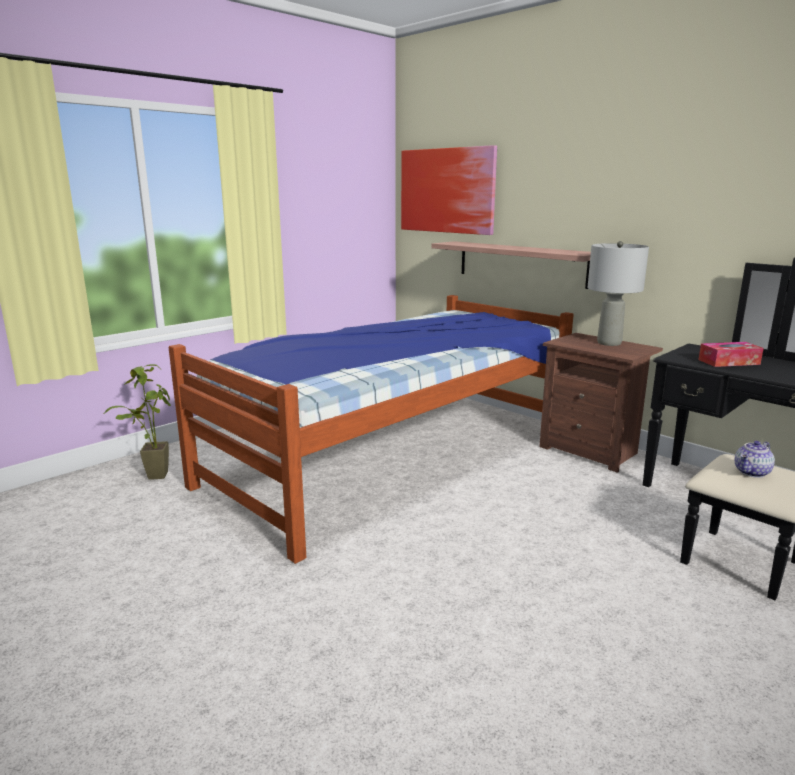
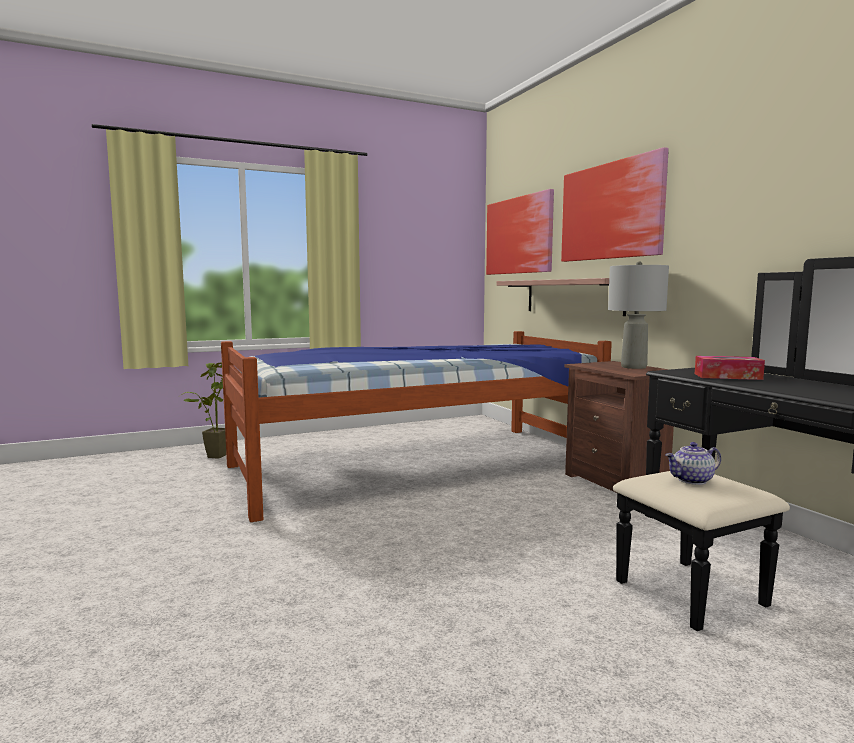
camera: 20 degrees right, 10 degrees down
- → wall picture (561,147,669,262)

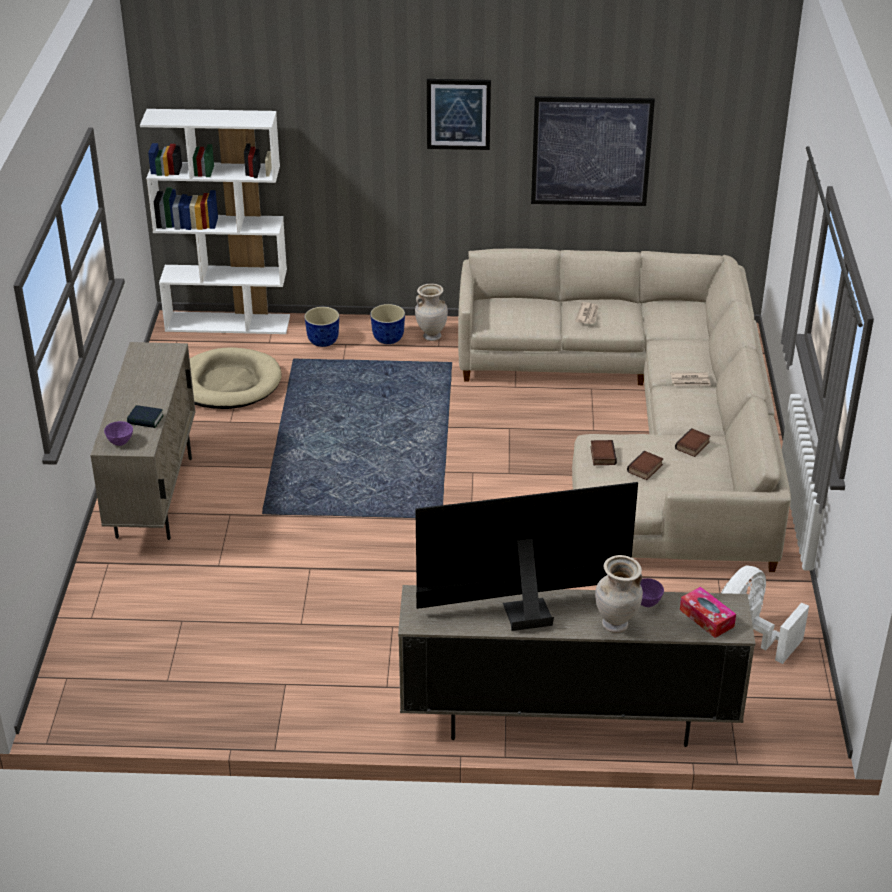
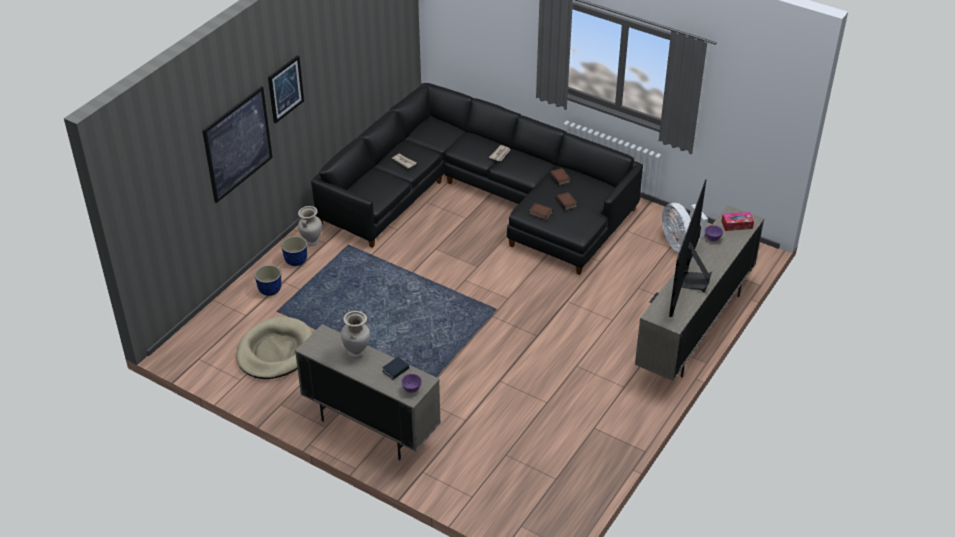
camera: 60 degrees left, 5 degrees up
wall picture (531,96,655,206) → wall picture (202,86,273,203), moved
white bookshelf (140,109,290,334) → -
sand-coloured settee (458,248,791,572) → black-coloured settee (311,83,643,275)
sand-coloured decorative vase (595,555,643,633) → sand-coloured decorative vase (341,311,370,358), moved

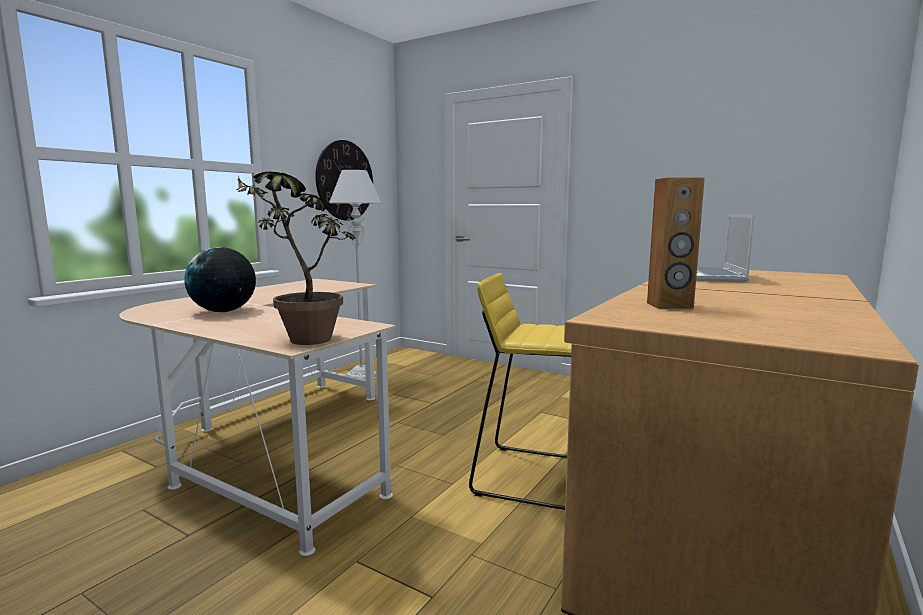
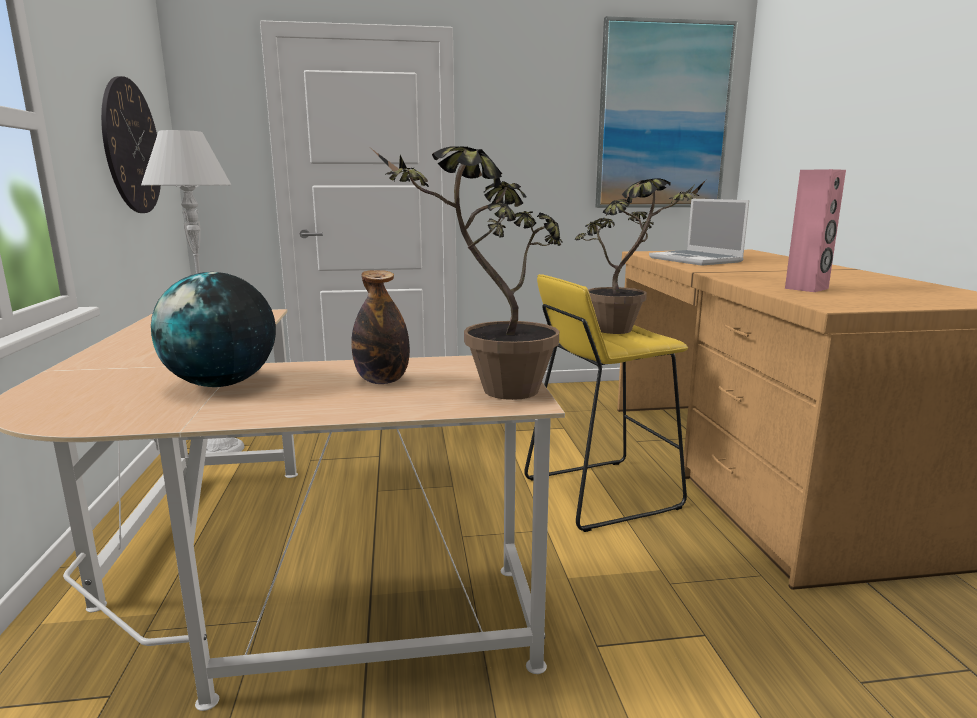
camera: 40 degrees left, 5 degrees up
brown-coloured speaker (647,178,705,309) → pink speaker (785,169,846,292)
- → wall picture (596,16,738,208)
- → houseplant (575,178,706,334)
- → bottle (351,270,410,384)

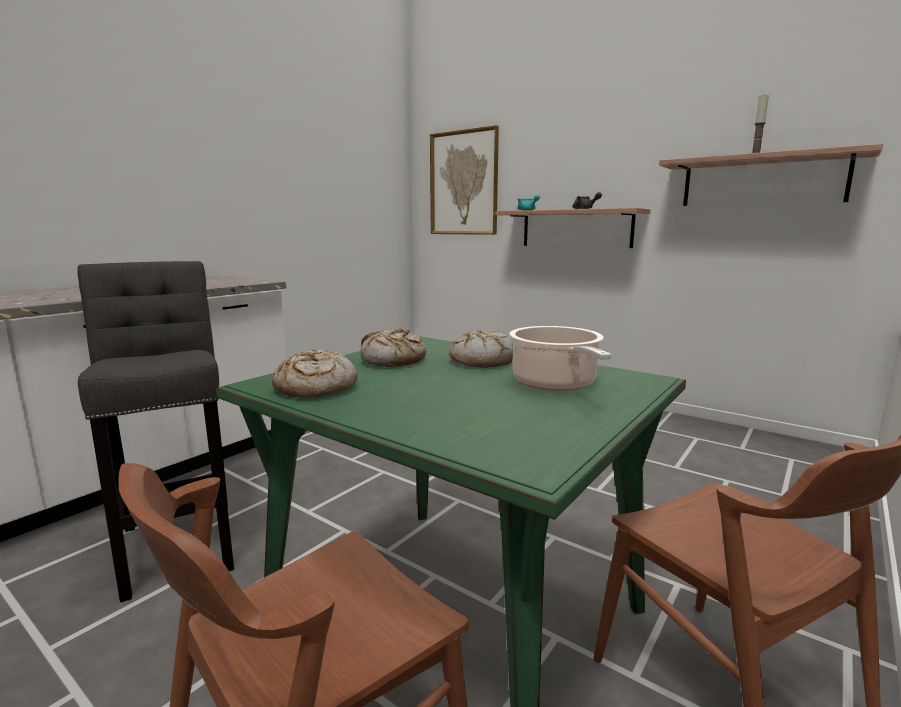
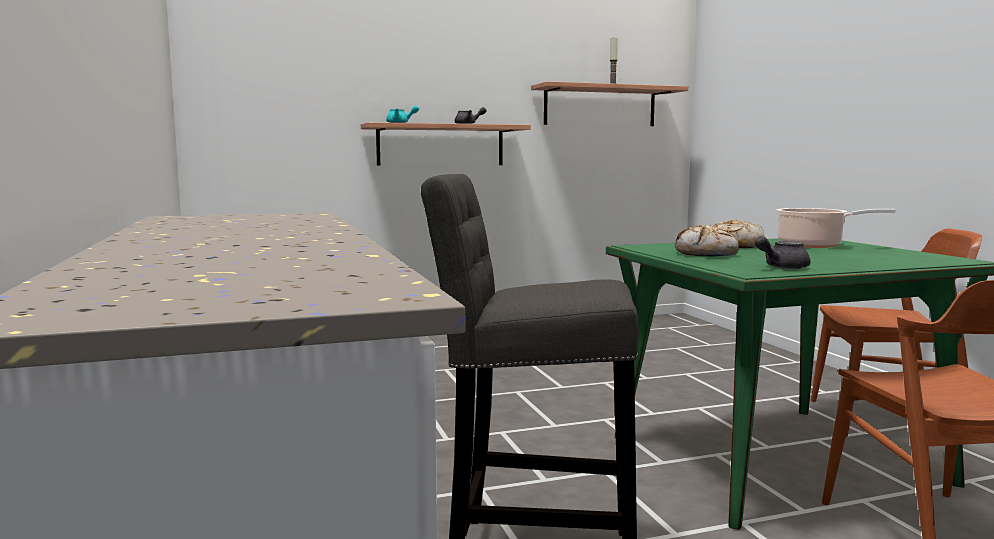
camera: 55 degrees left, 5 degrees down
wall picture (430,125,499,235) → -
bread (272,349,358,398) → gray tea pot (755,236,811,269)

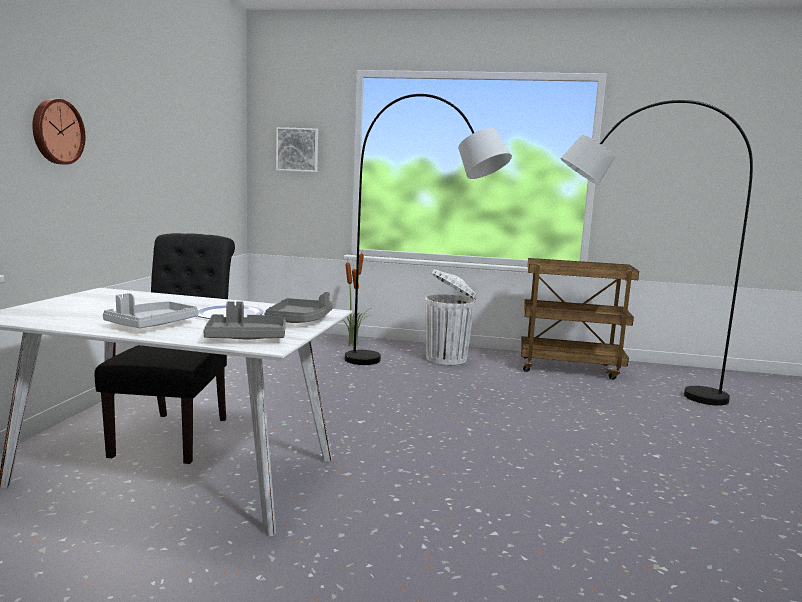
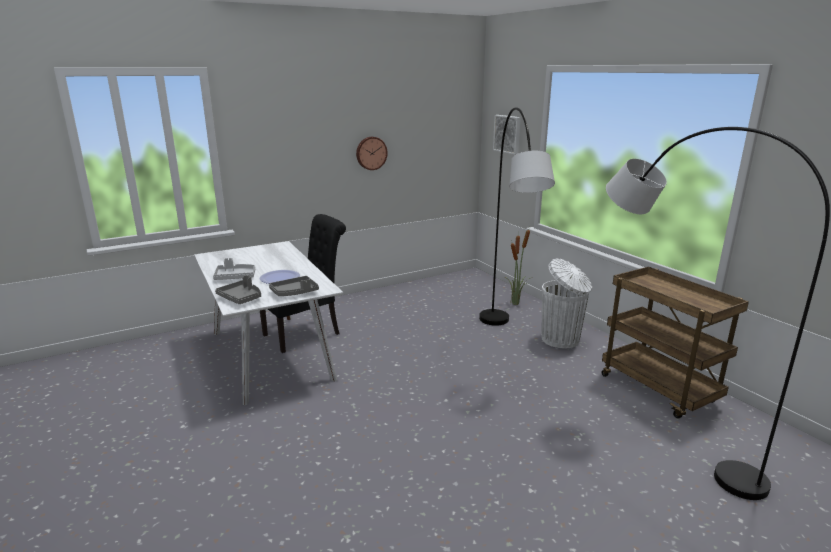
camera: 50 degrees right, 10 degrees up
clock on the wall (32,99,85,165) → clock on the wall (356,137,388,170), moved

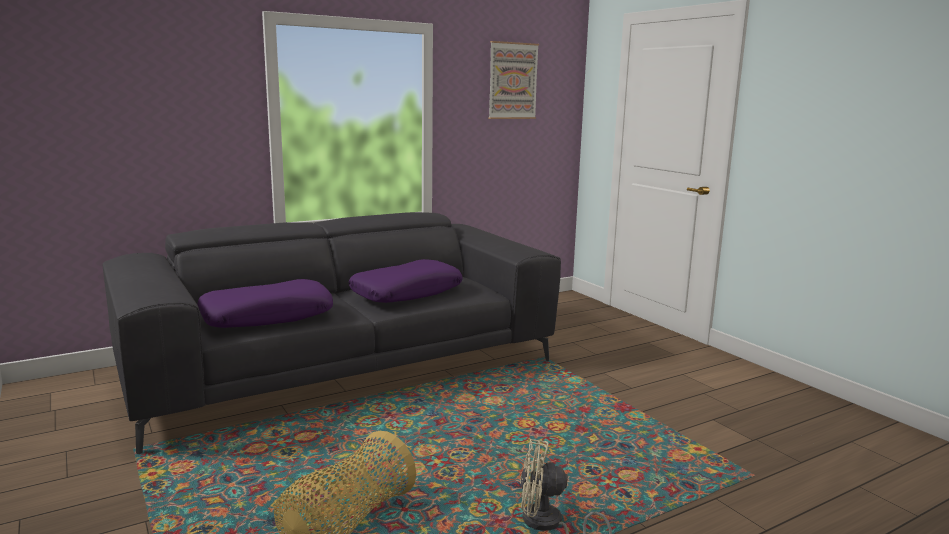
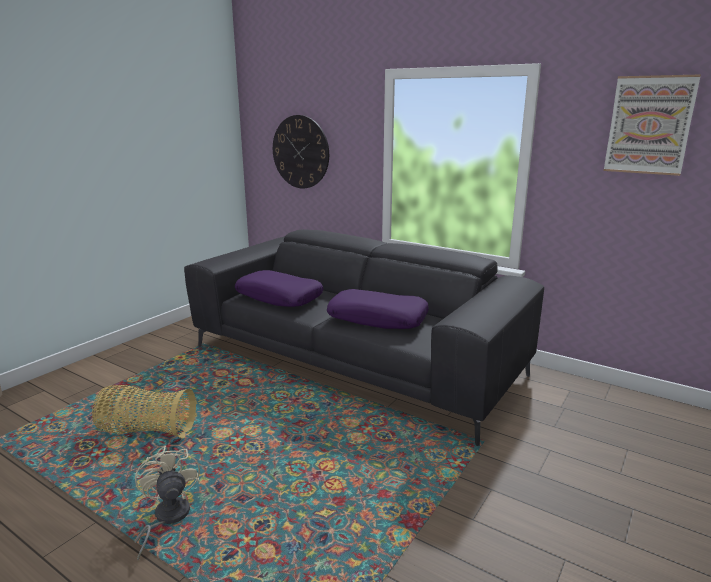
camera: 65 degrees right, 5 degrees up
- → clock on the wall (273,115,329,189)

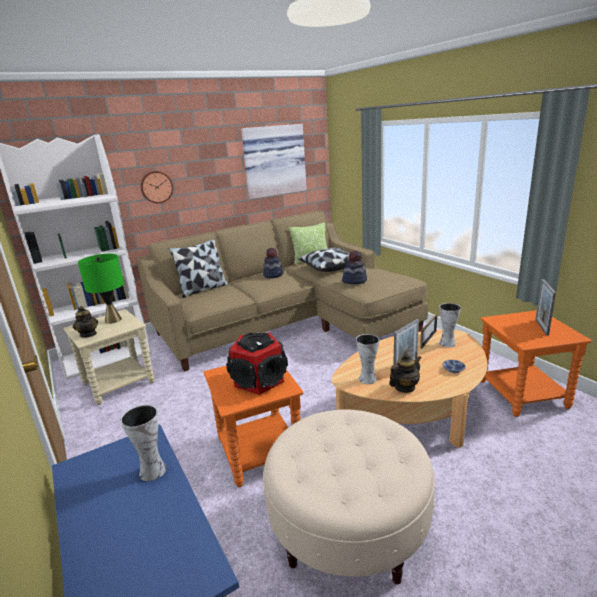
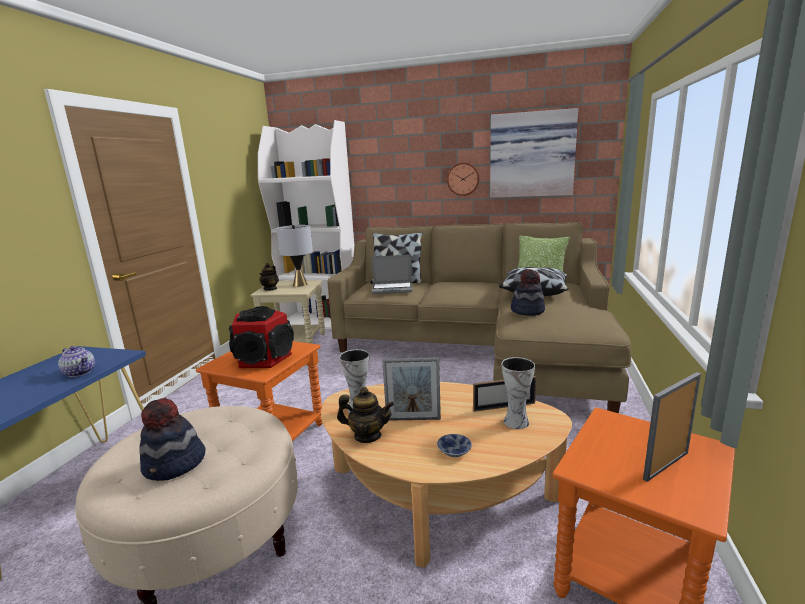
camera: 45 degrees right, 5 degrees down
clock on the wall (140,171,173,203) → clock on the wall (447,163,479,196), moved
hat (263,247,283,278) → hat (139,398,205,481), moved
green-coloured tabletop lamp (78,254,124,324) → gray tabletop lamp (277,225,313,287)
decorative vase (121,405,166,481) → tea pot (58,346,95,377)
- → portable computer (372,255,412,294)

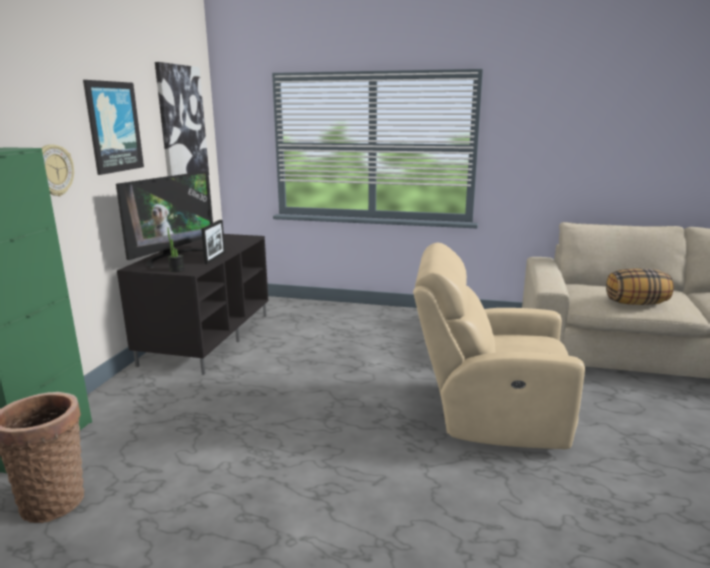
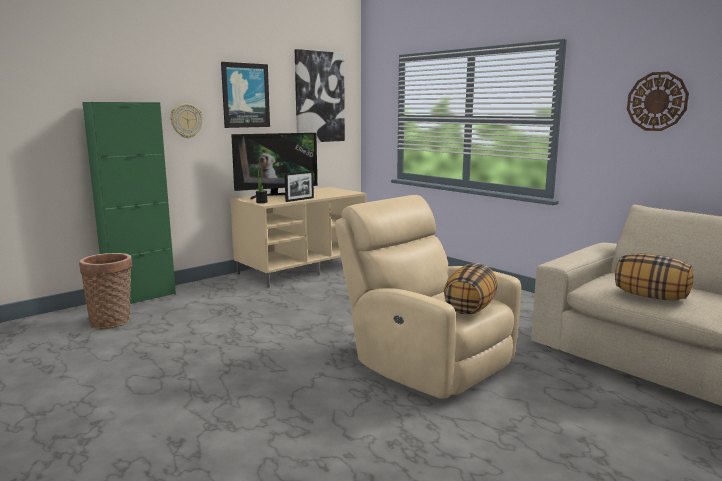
camera: 35 degrees right, 5 degrees down
black-coloured tv stand (117,234,268,375) → sand-coloured tv stand (230,187,366,288)
- → clock on the wall (627,72,689,131)
- → pillow (444,263,498,314)

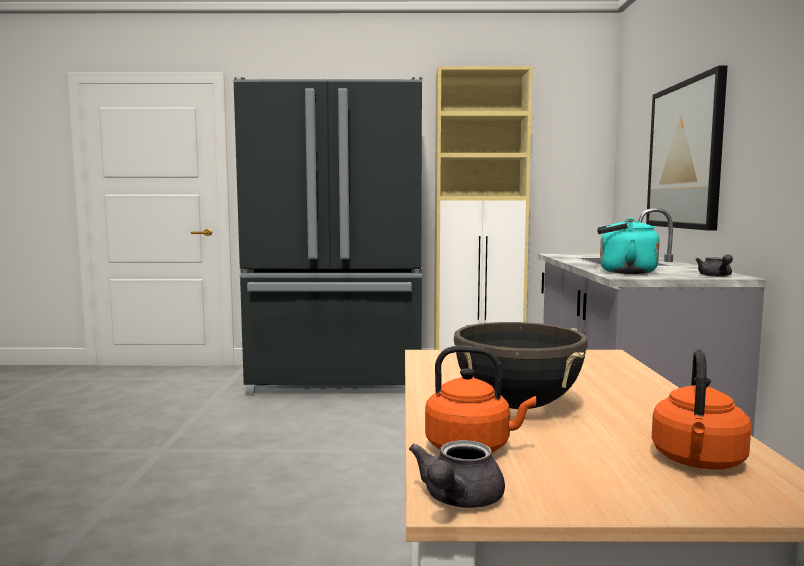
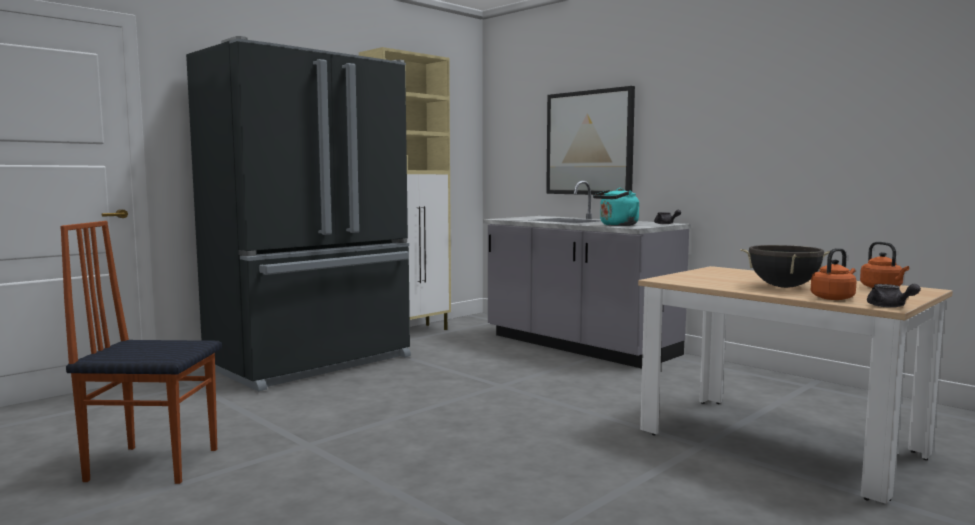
camera: 45 degrees left, 0 degrees up
- → plain chair (60,221,222,484)

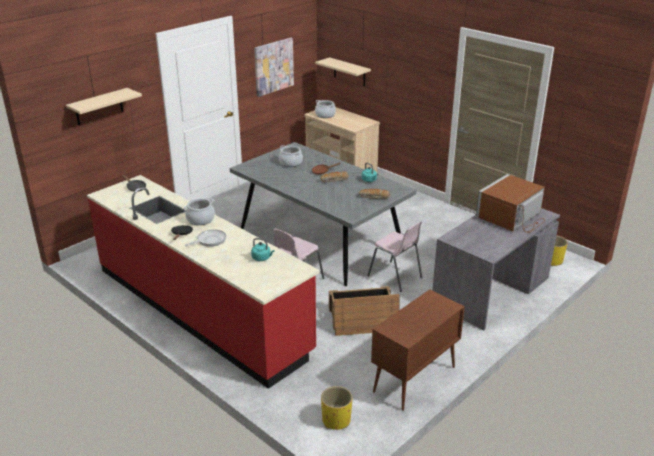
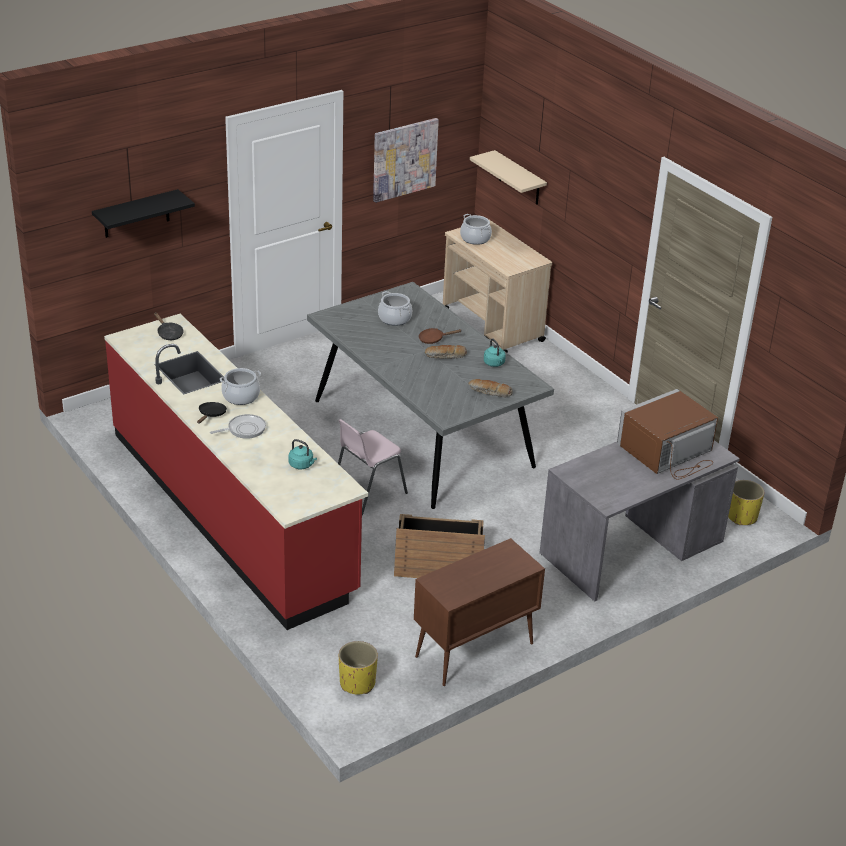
camera: 10 degrees right, 5 degrees up
sand-coloured shelf (66,88,142,125) → black-coloured shelf (92,189,195,238)
pink plain chair (367,221,422,292) → -

